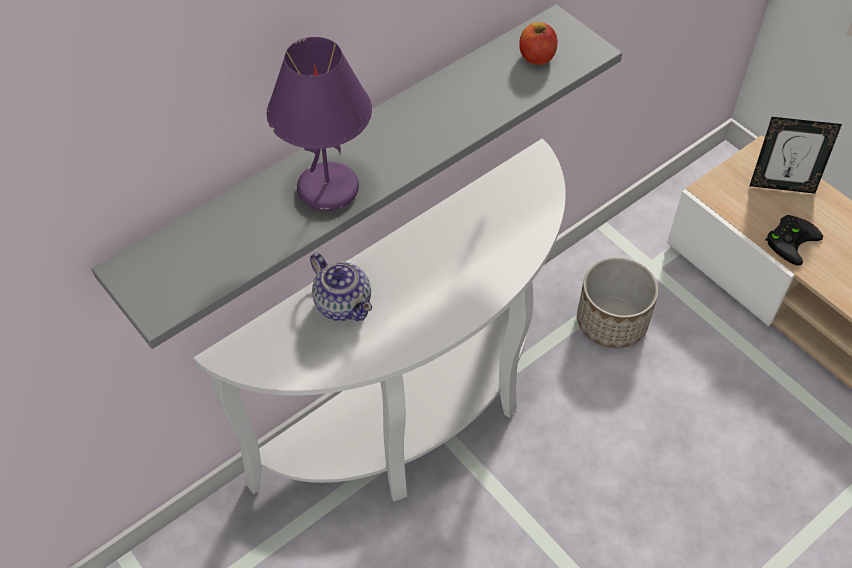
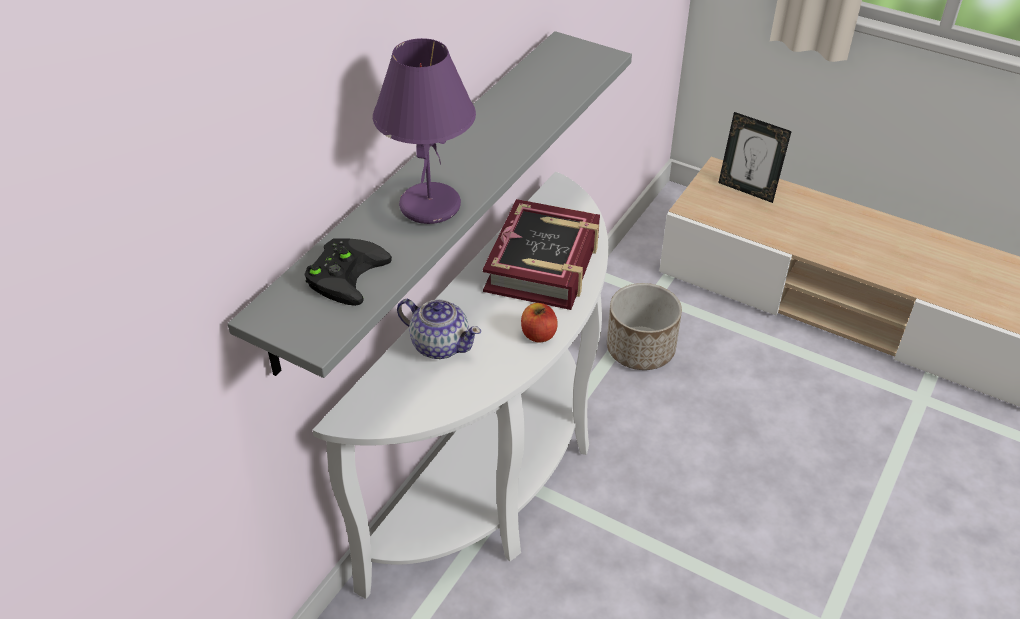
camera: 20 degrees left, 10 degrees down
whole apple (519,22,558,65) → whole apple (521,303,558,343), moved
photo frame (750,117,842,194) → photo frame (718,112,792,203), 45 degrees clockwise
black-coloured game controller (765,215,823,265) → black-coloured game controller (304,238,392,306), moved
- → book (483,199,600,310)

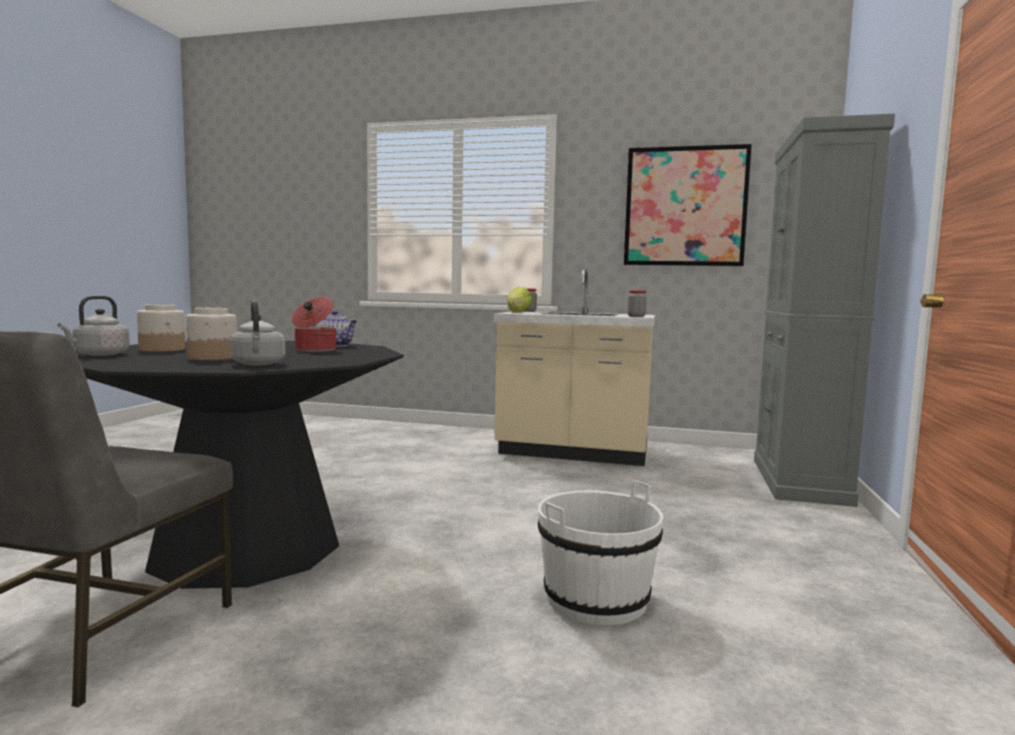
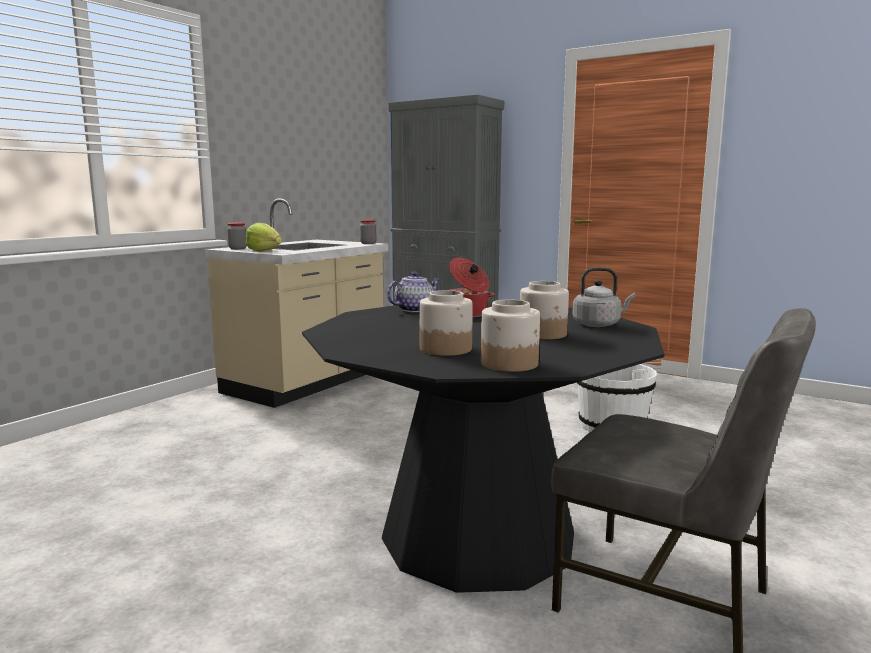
camera: 70 degrees left, 5 degrees up
wall picture (624,144,752,266) → -
gray kettle (57,296,130,356) → preserve jar (481,300,540,372)

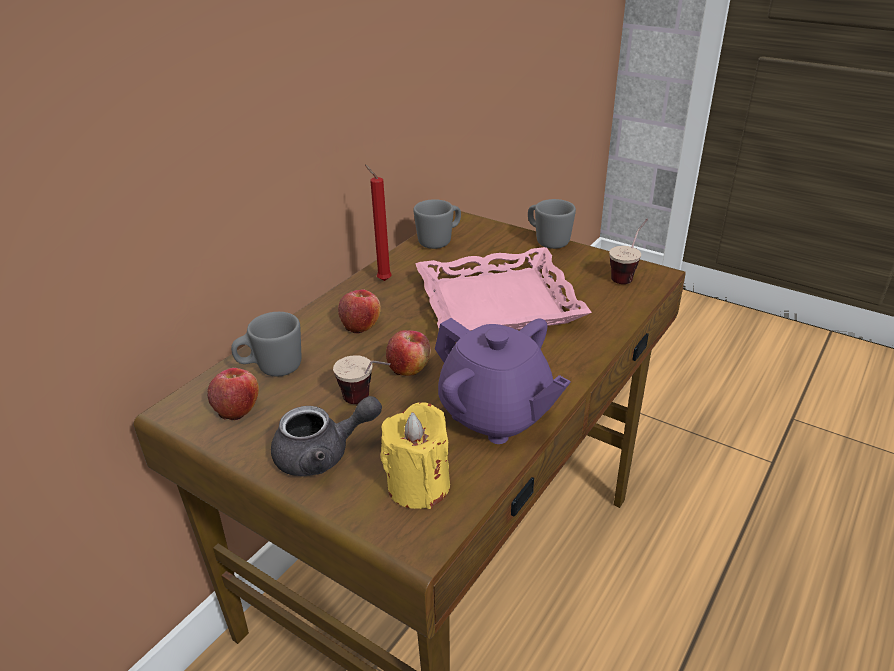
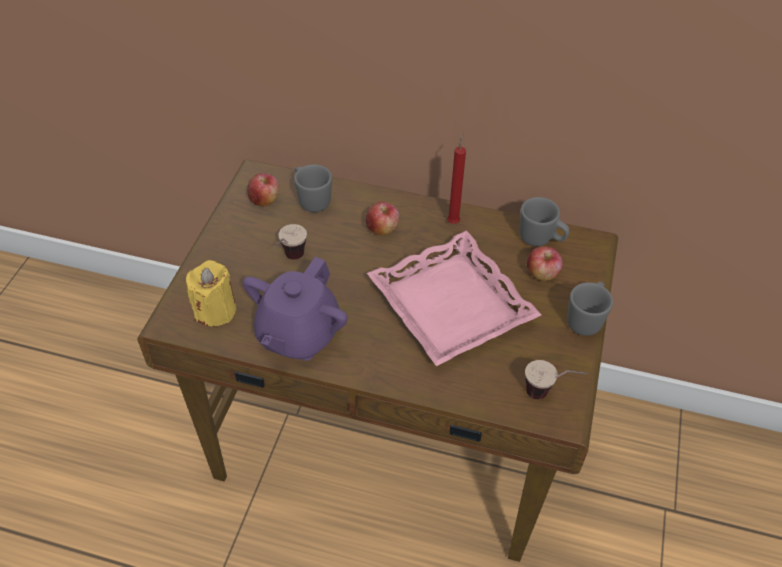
camera: 70 degrees right, 15 degrees up
whole apple (386,330,431,376) → whole apple (527,246,563,281), moved
gray tea pot (271,396,382,476) → -

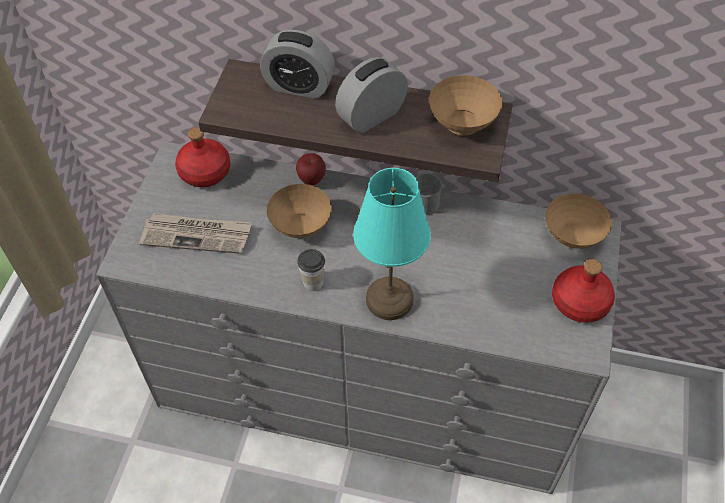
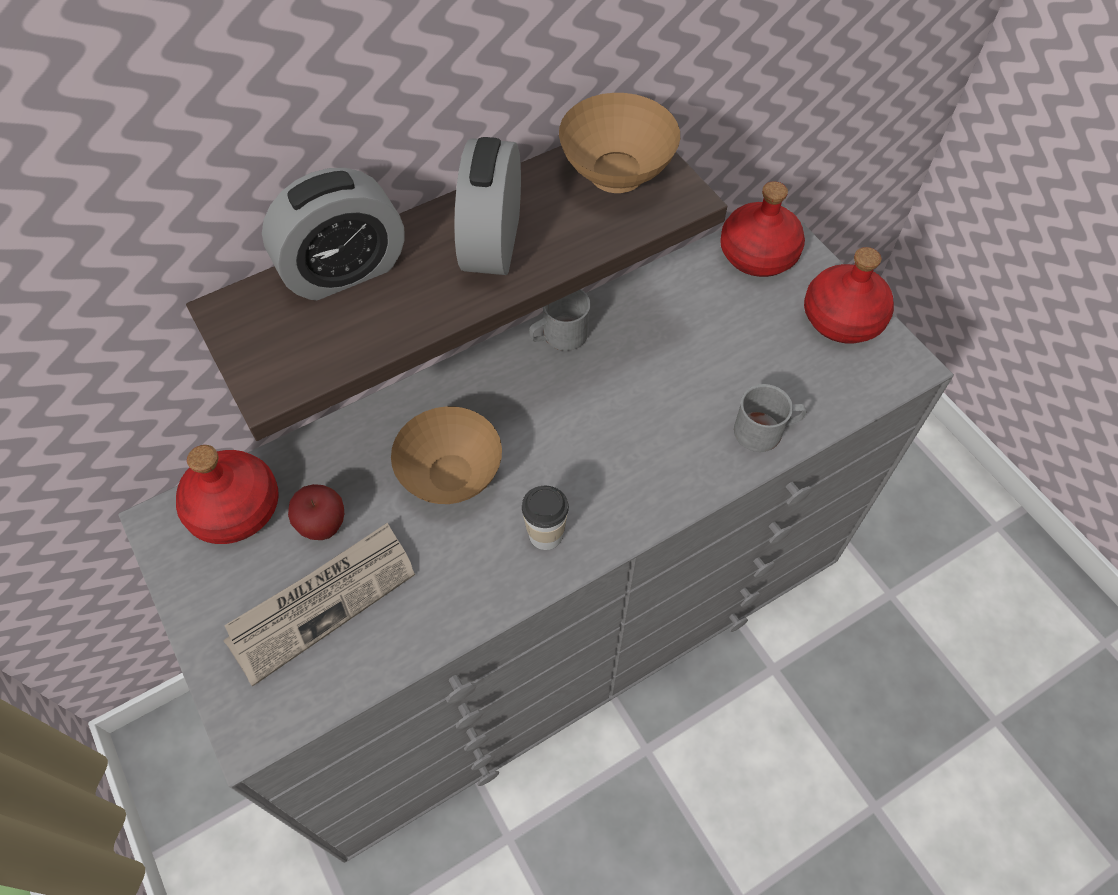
camera: 45 degrees left, 5 degrees up
whole apple (296,153,326,185) → whole apple (288,484,344,540), moved
turquoise tabletop lamp (353,168,431,320) → -
brown-coloured serving bowl (545,194,612,249) → red bottle (720,182,805,277)
- → gray tea mug (734,384,806,452)

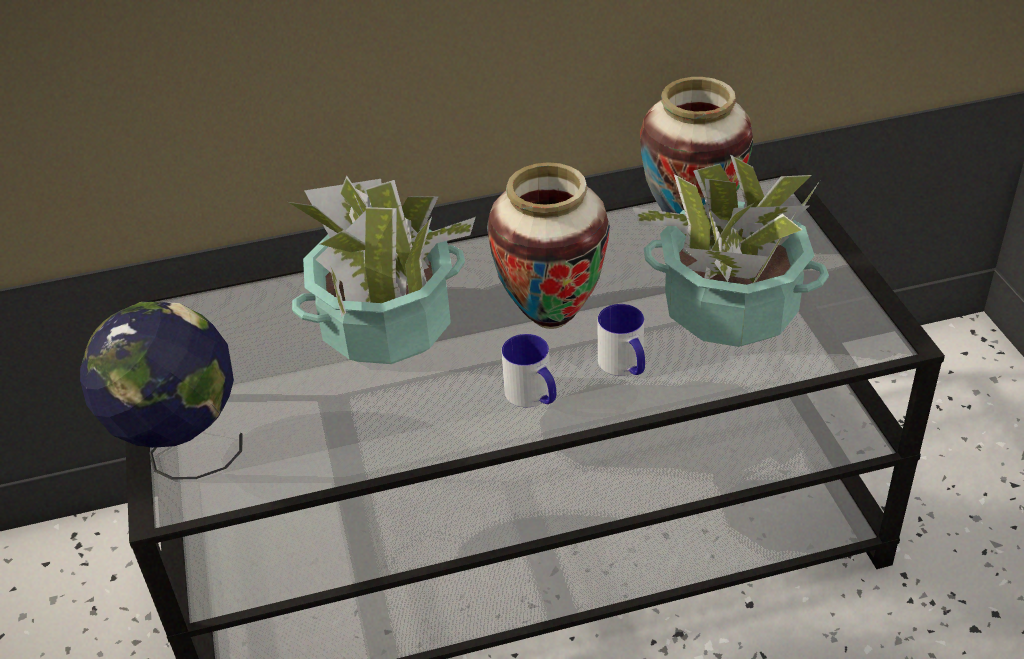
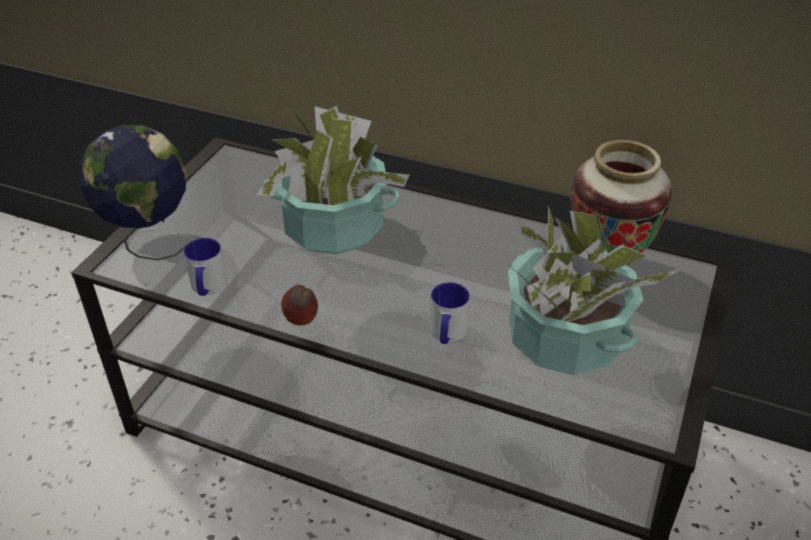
camera: 35 degrees right, 0 degrees up
decorative vase (487,162,610,329) → -
tea mug (501,334,556,407) → tea mug (184,238,227,296), moved
- → whole apple (281,285,318,325)

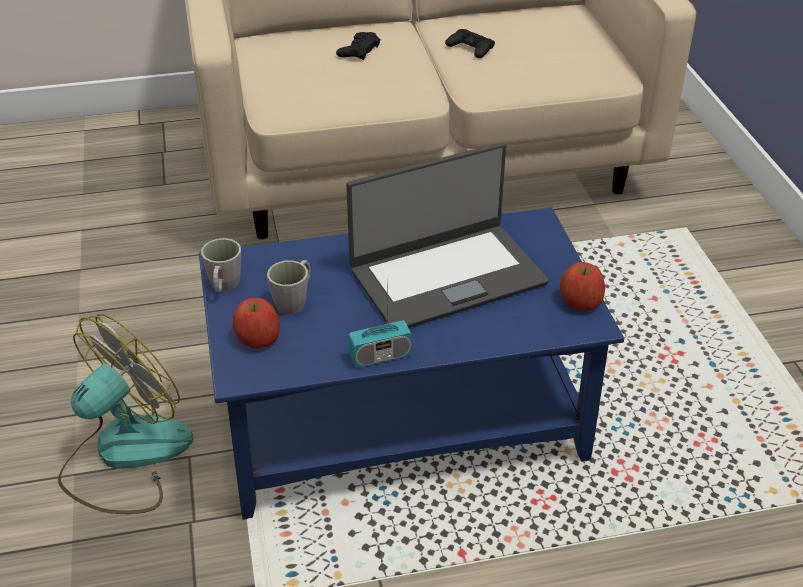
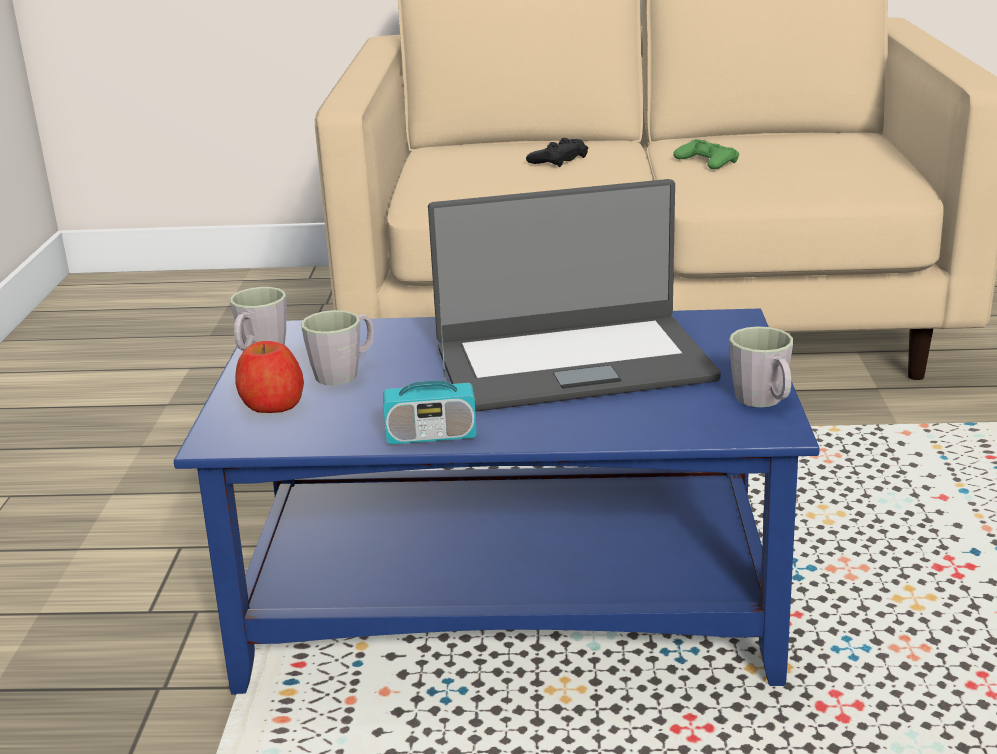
camera: 15 degrees right, 15 degrees down
black-coloured game controller (445,29,495,58) → green-coloured game controller (673,139,739,169)
whole apple (560,262,605,311) → gray tea mug (729,326,794,407)
cooling fan (58,314,193,514) → -

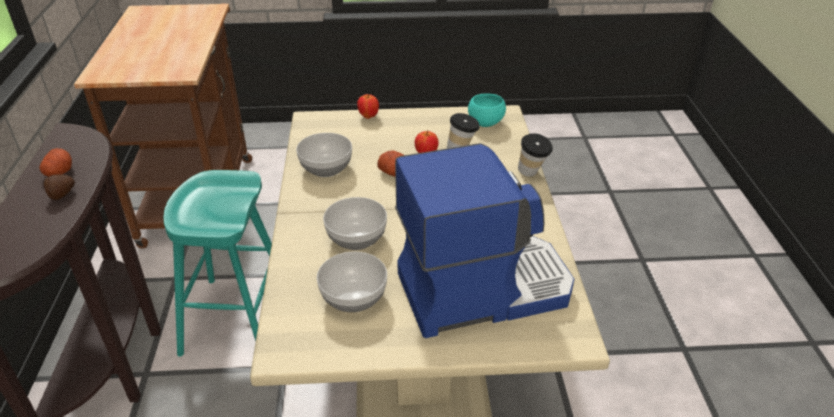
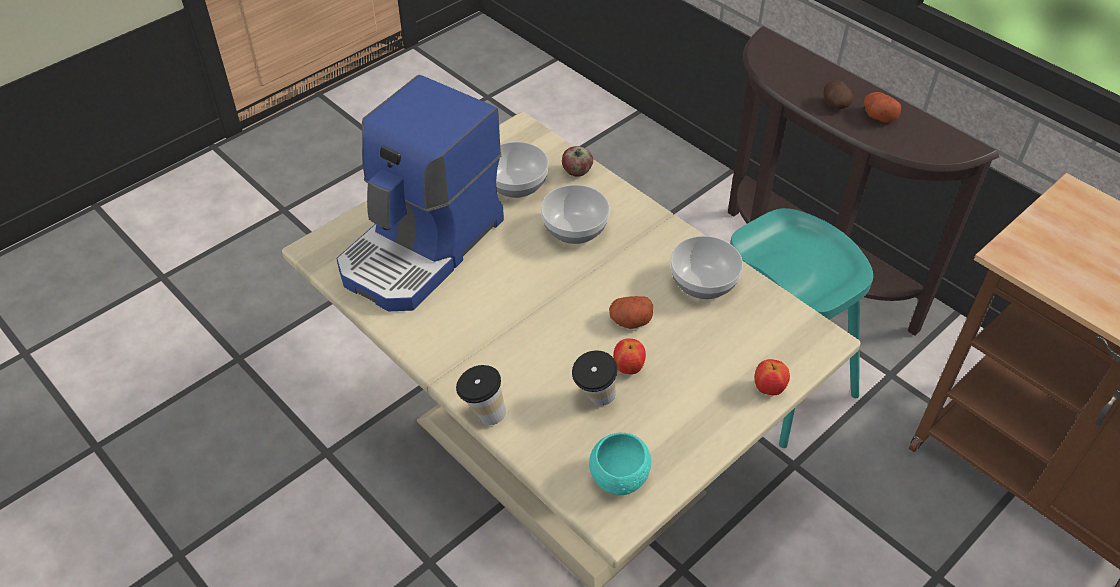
camera: 140 degrees right, 10 degrees up
- → whole apple (562,146,593,176)

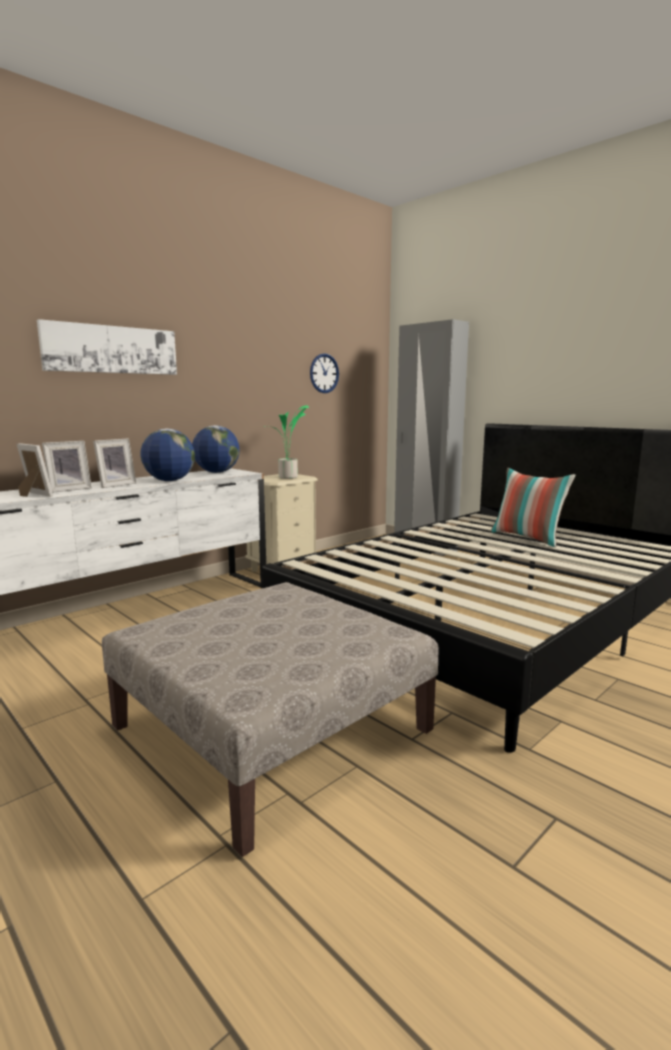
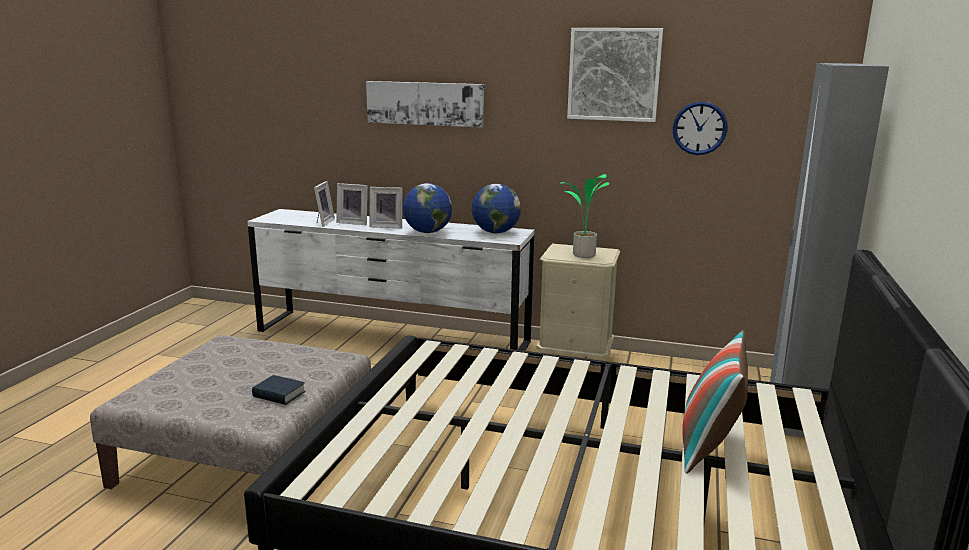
camera: 60 degrees right, 5 degrees up
- → wall picture (567,28,663,122)
- → book (252,375,306,405)

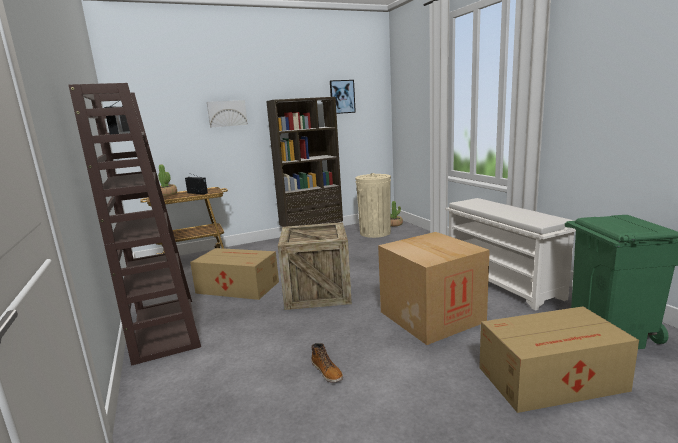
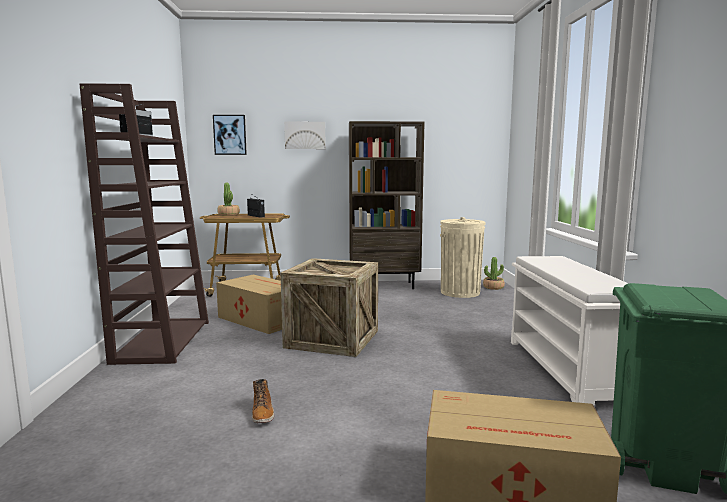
camera: 20 degrees right, 5 degrees down
wall picture (330,80,356,114) → wall picture (213,115,247,155), moved
cardboard box (378,232,490,345) → -

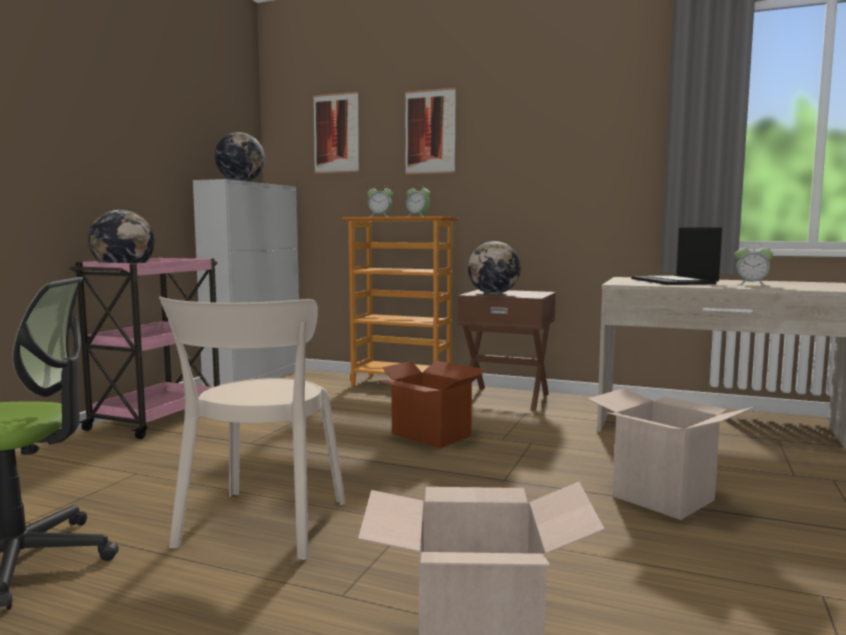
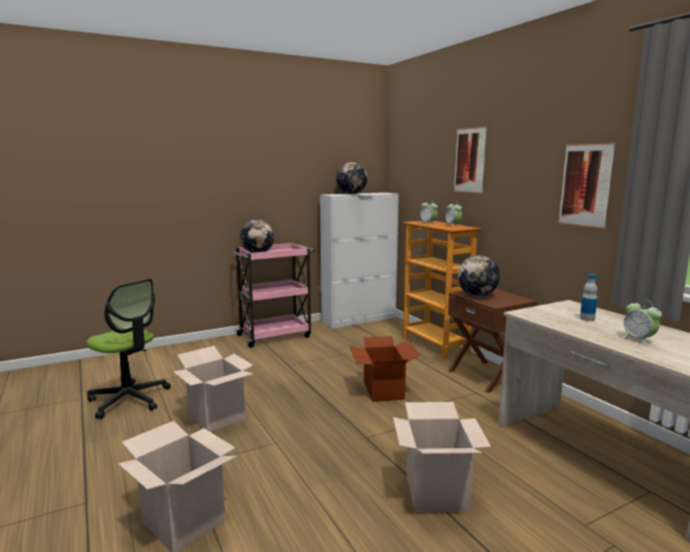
camera: 40 degrees right, 5 degrees up
wall picture (313,92,359,174) → wall picture (559,143,615,229), moved
portable computer (631,227,722,285) → bottle (580,274,598,321)
sand-coloured plain chair (159,296,346,560) → cardboard box (173,346,253,432)

